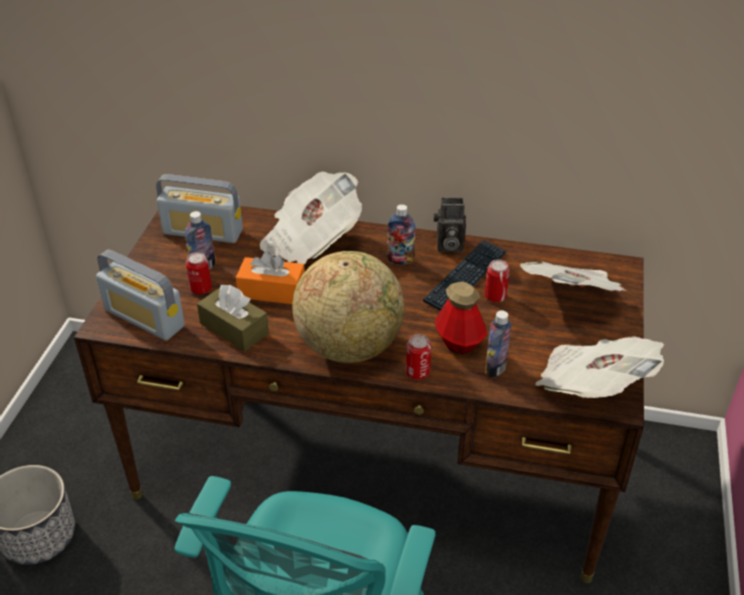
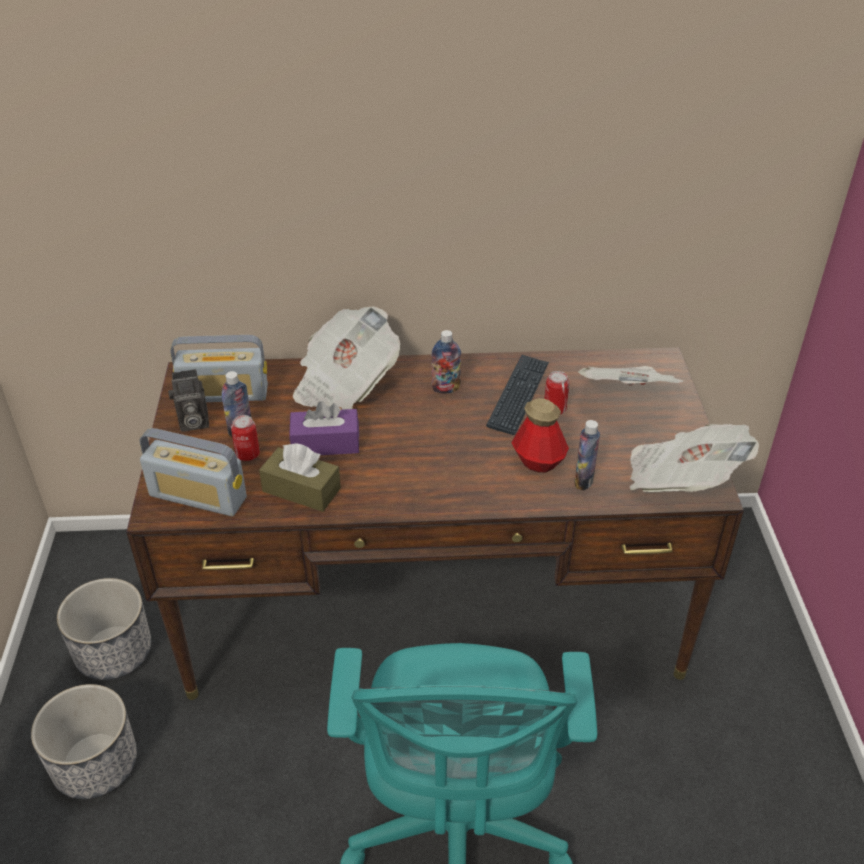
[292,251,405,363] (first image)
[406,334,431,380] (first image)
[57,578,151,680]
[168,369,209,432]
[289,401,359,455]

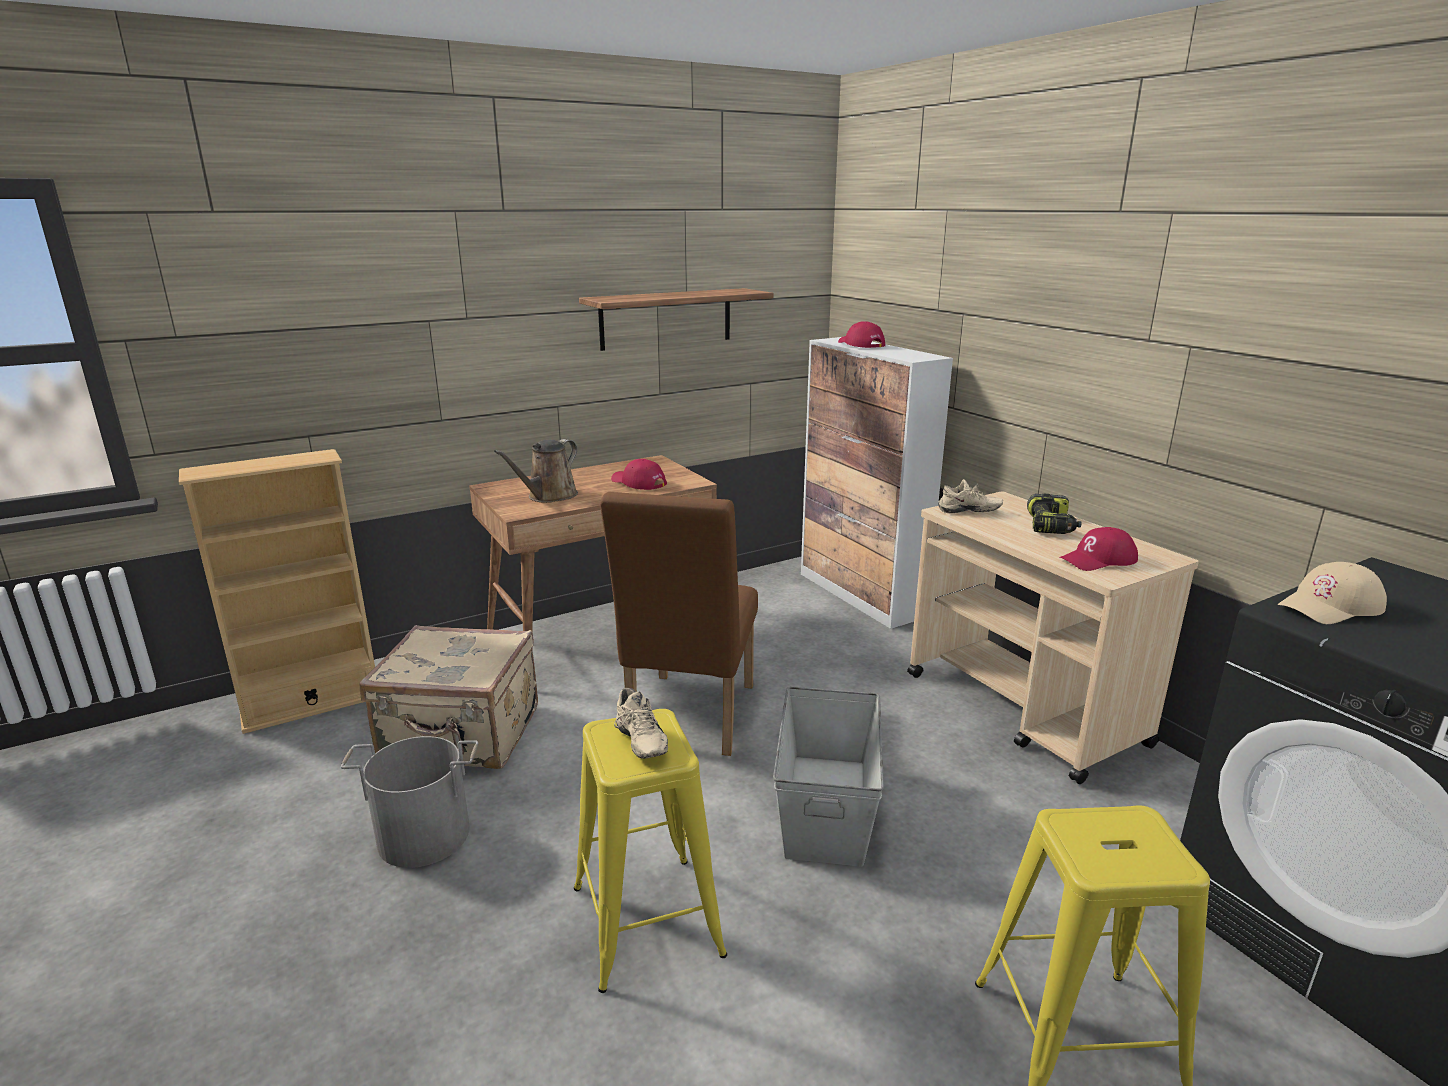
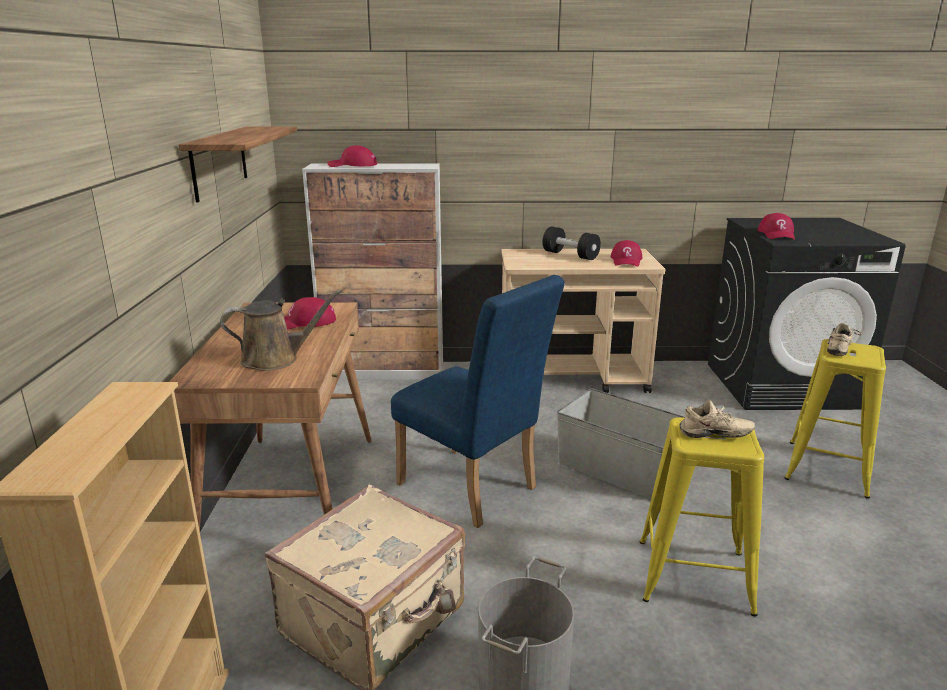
[827,323,862,356]
[542,227,601,260]
[391,275,565,528]
[758,213,795,240]
[220,289,343,371]

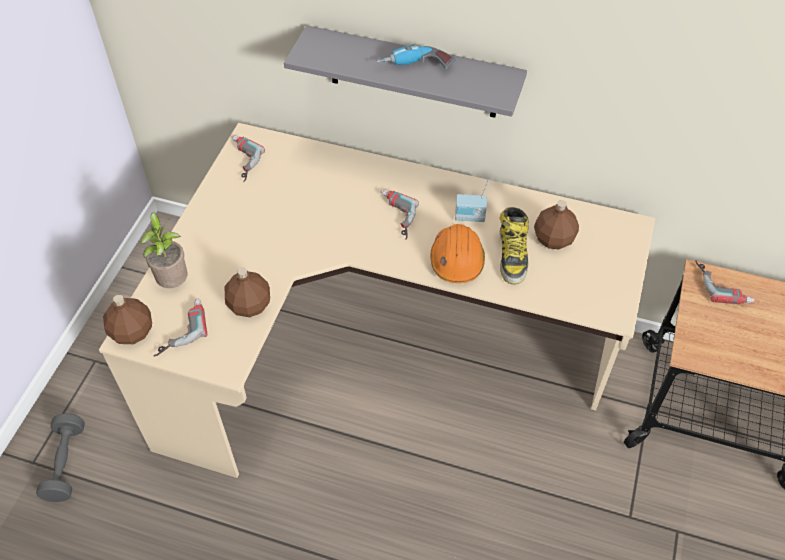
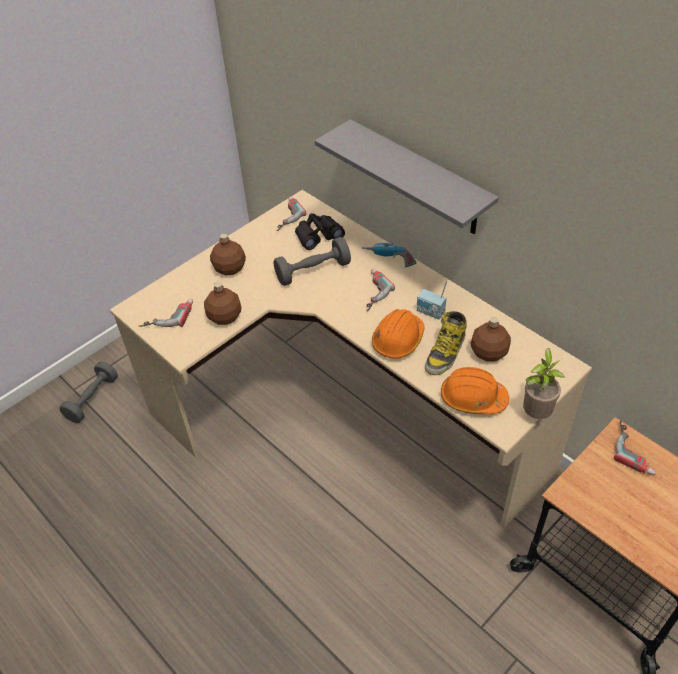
[273,237,351,286]
[295,213,345,250]
[441,367,509,414]
[210,234,246,276]
[523,348,565,419]
[362,243,416,268]

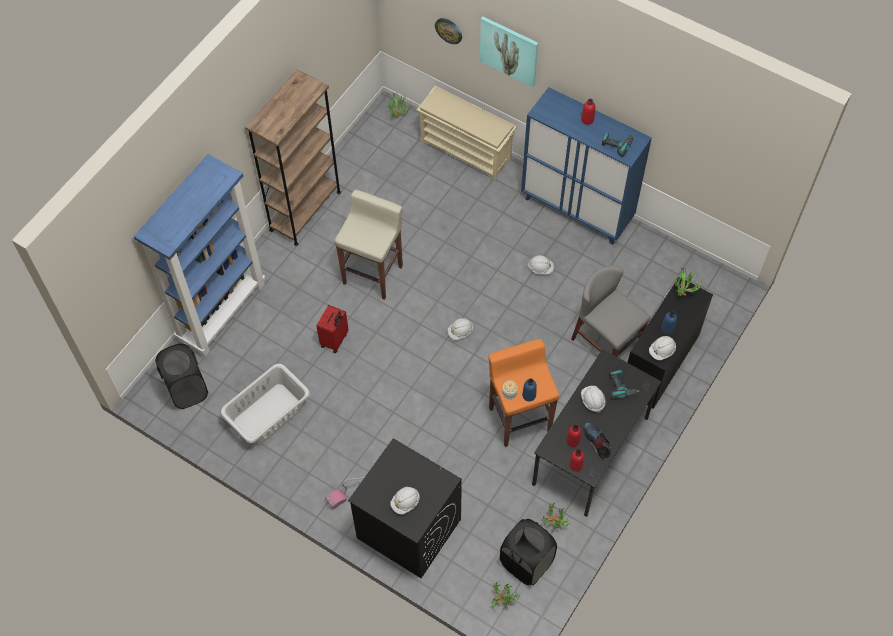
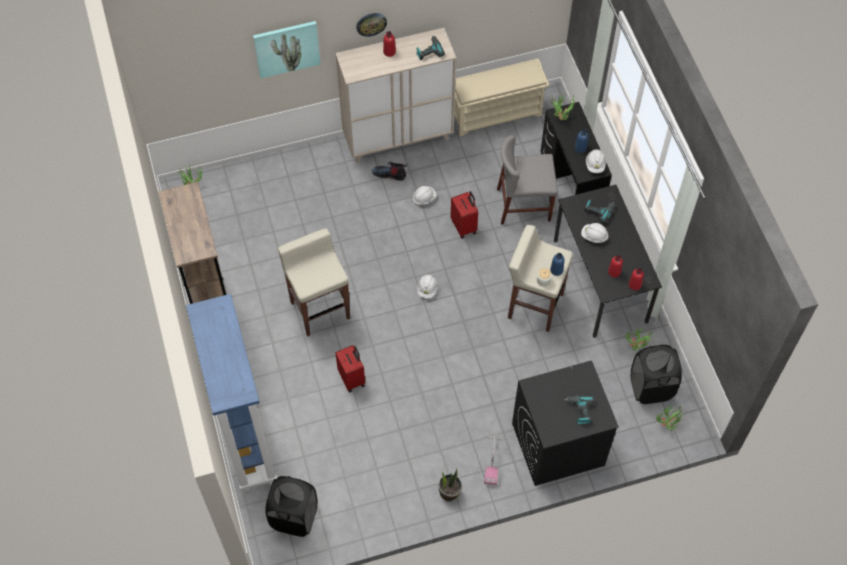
[220,364,310,445] (first image)
[439,468,462,502]
[451,191,478,239]
[454,59,549,136]
[356,13,387,37]
[372,162,407,181]
[564,395,594,424]
[508,225,573,332]
[336,28,456,163]

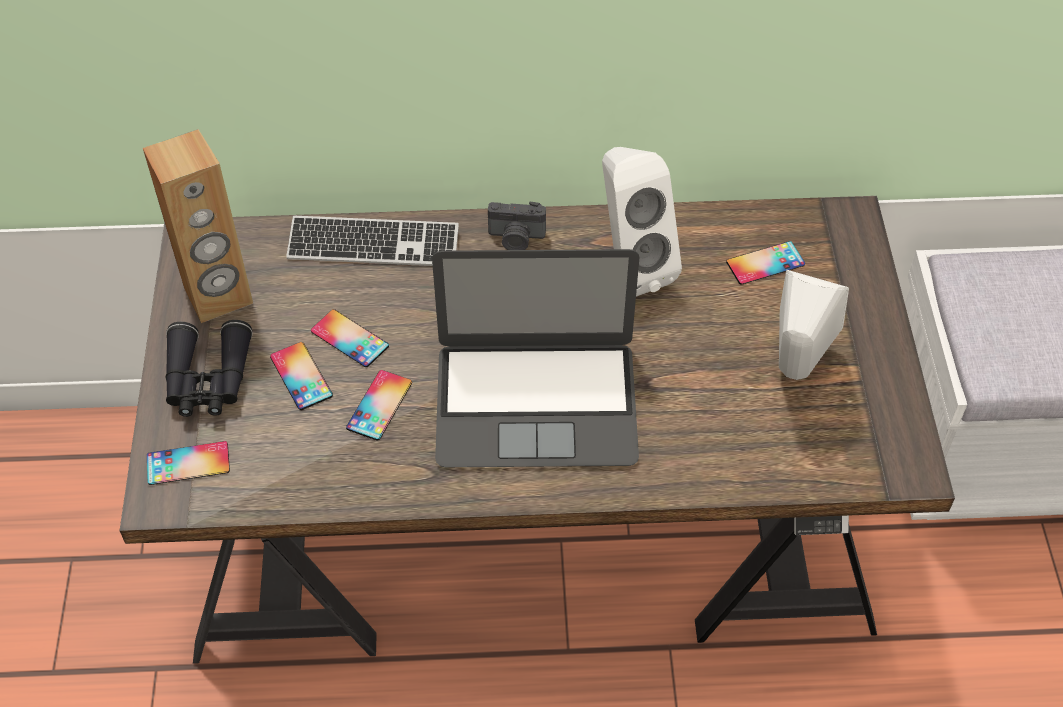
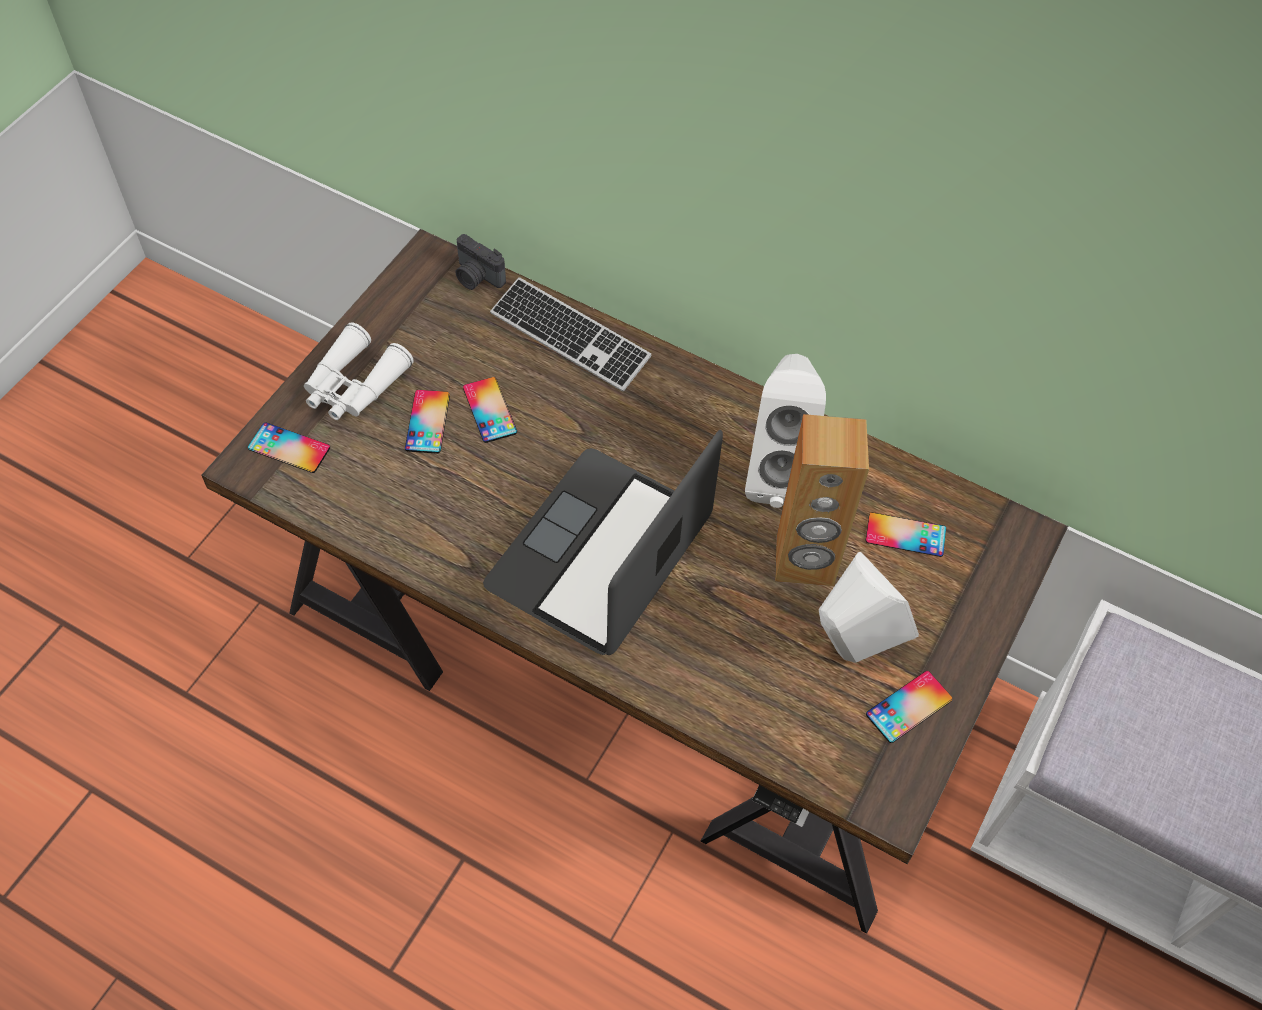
[775,414,869,586]
[866,671,952,743]
[455,234,506,290]
[304,322,414,420]
[483,430,723,655]

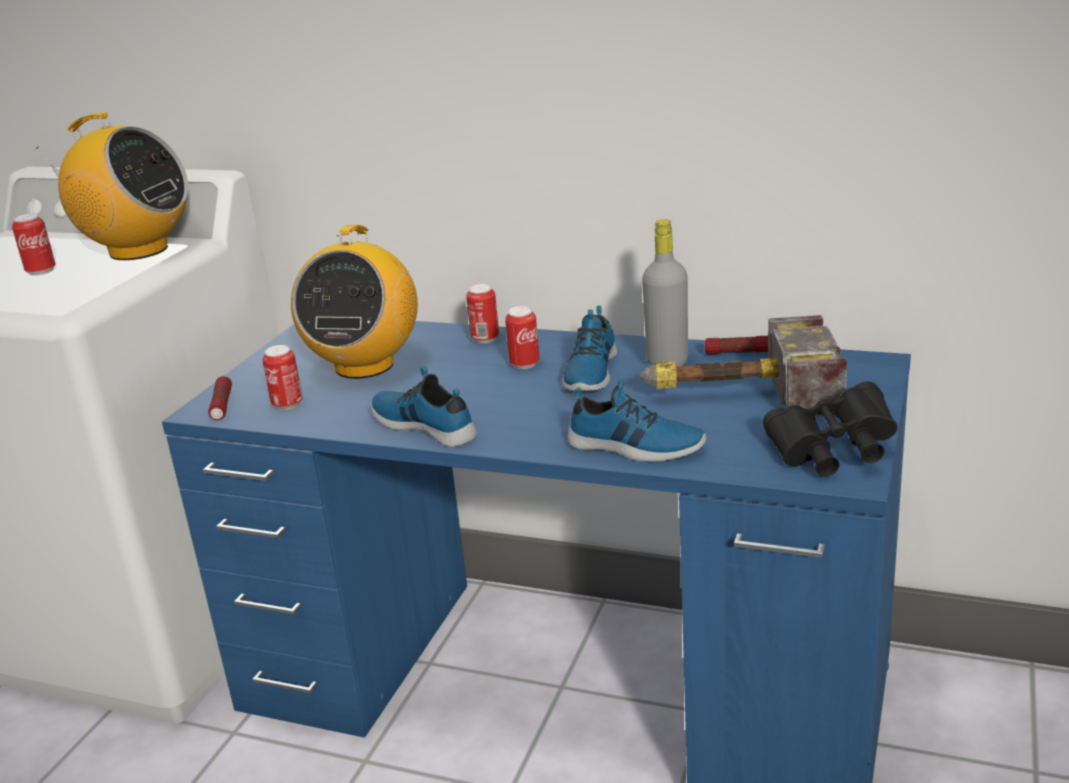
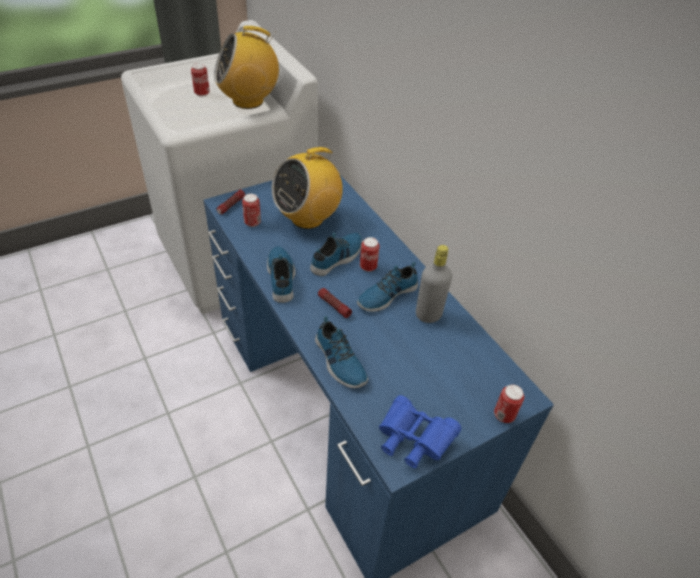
[640,315,847,417] (first image)
[310,233,363,276]
[494,384,524,423]
[318,288,352,318]
[379,395,461,468]
[214,26,279,109]

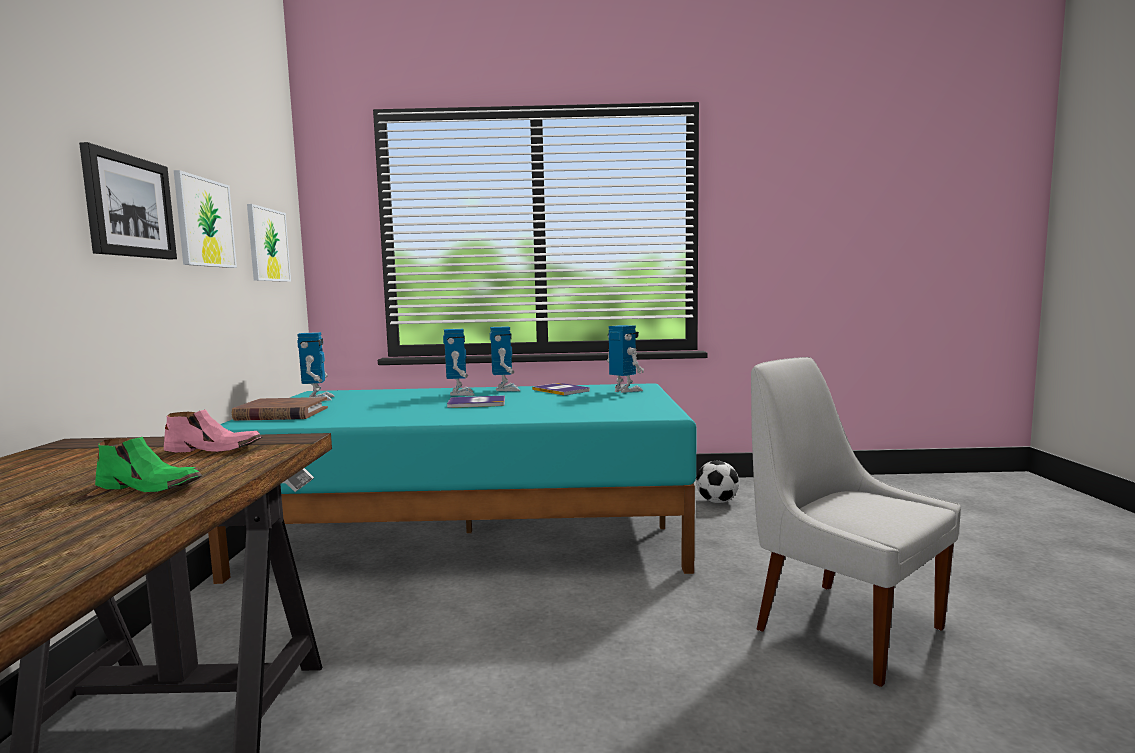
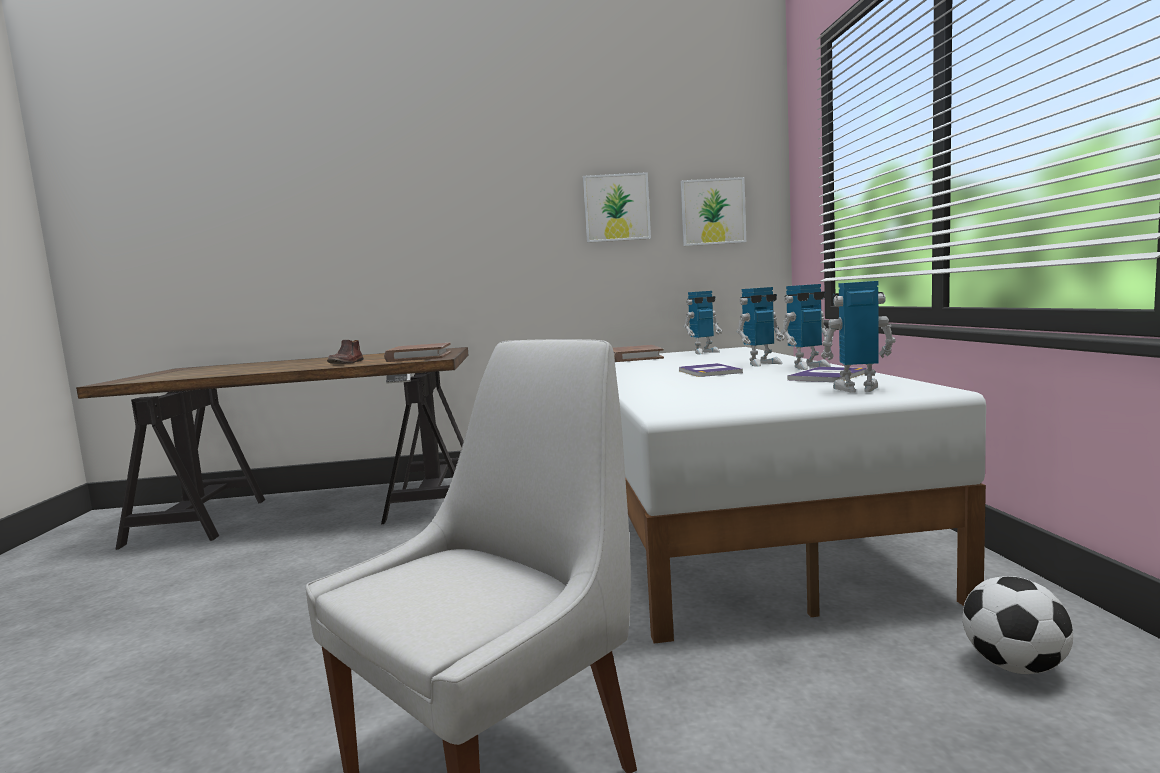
[79,142,177,259] (first image)
[384,343,451,362]
[327,340,364,364]
[615,347,986,643]
[821,281,896,393]

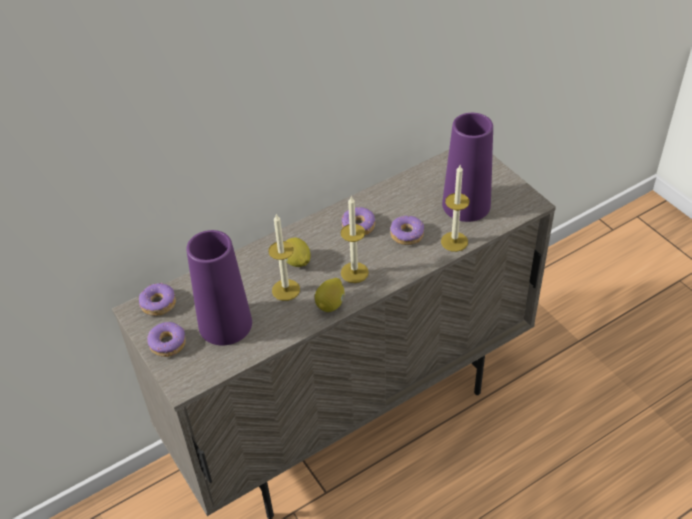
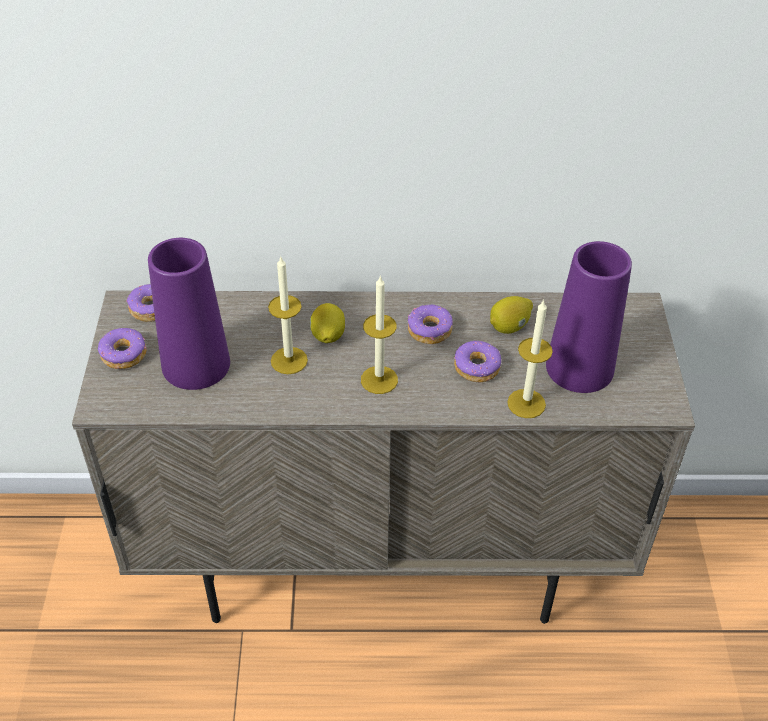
[490,296,533,334]

